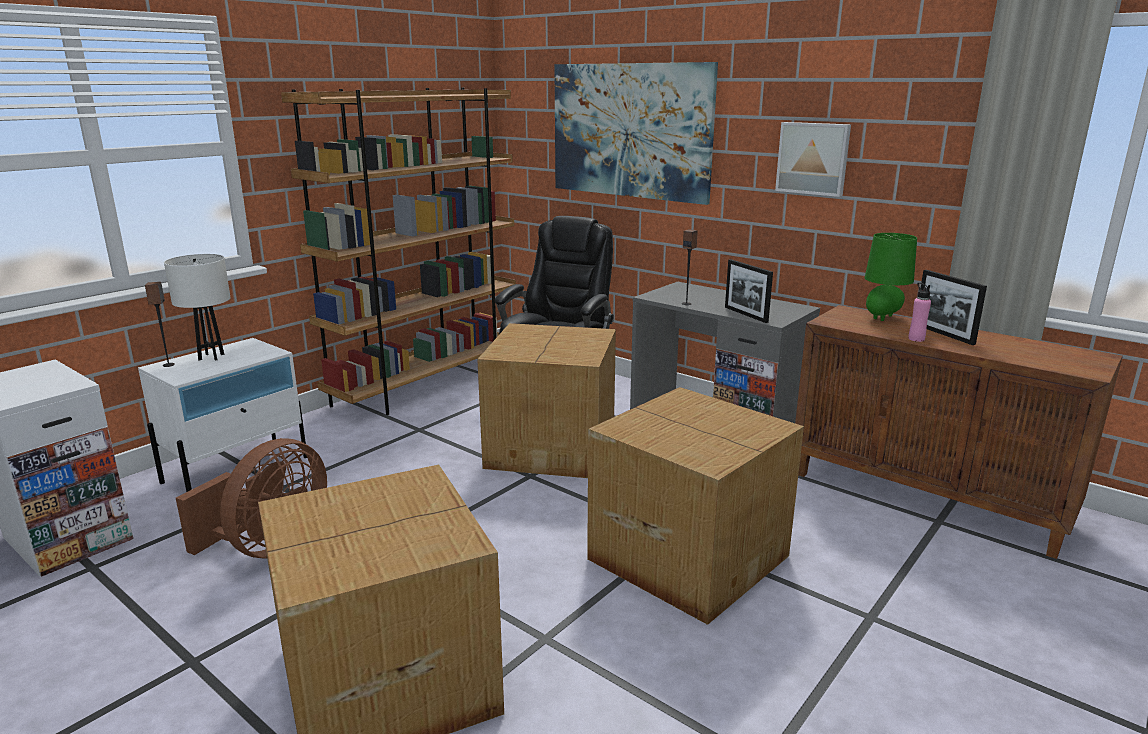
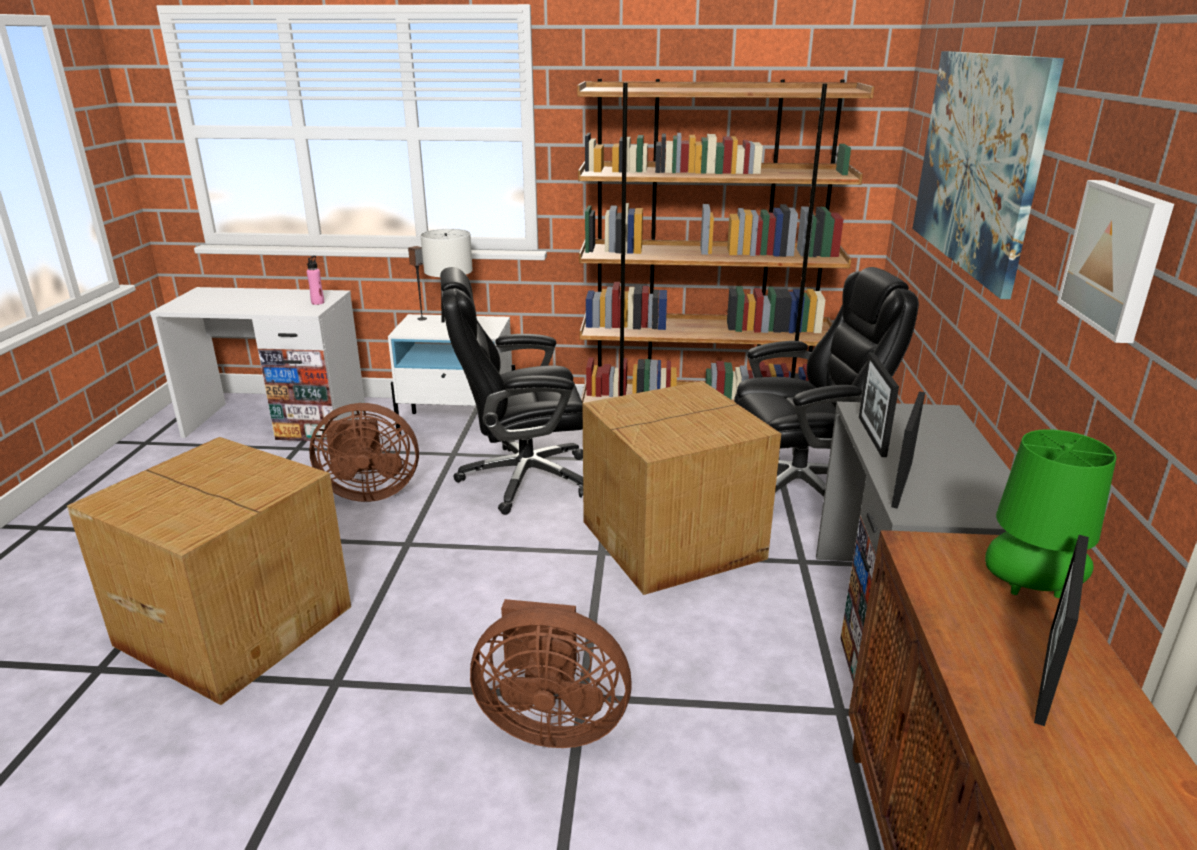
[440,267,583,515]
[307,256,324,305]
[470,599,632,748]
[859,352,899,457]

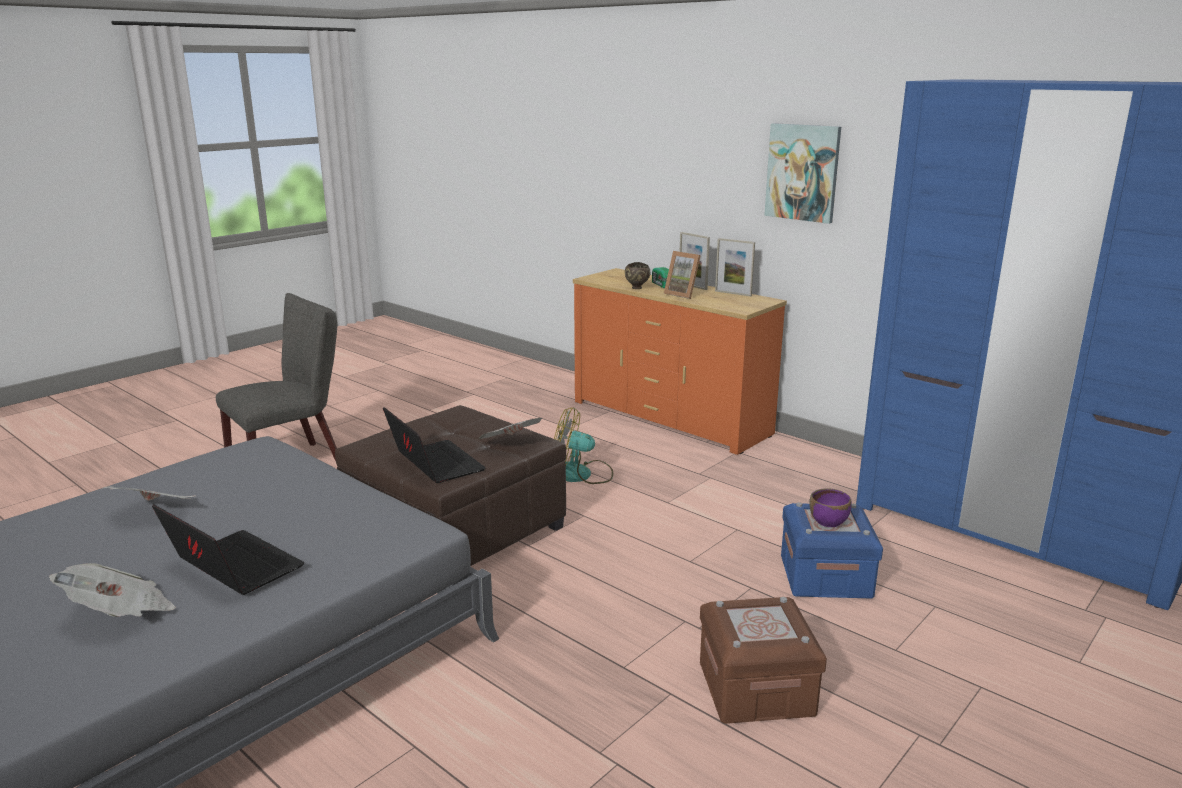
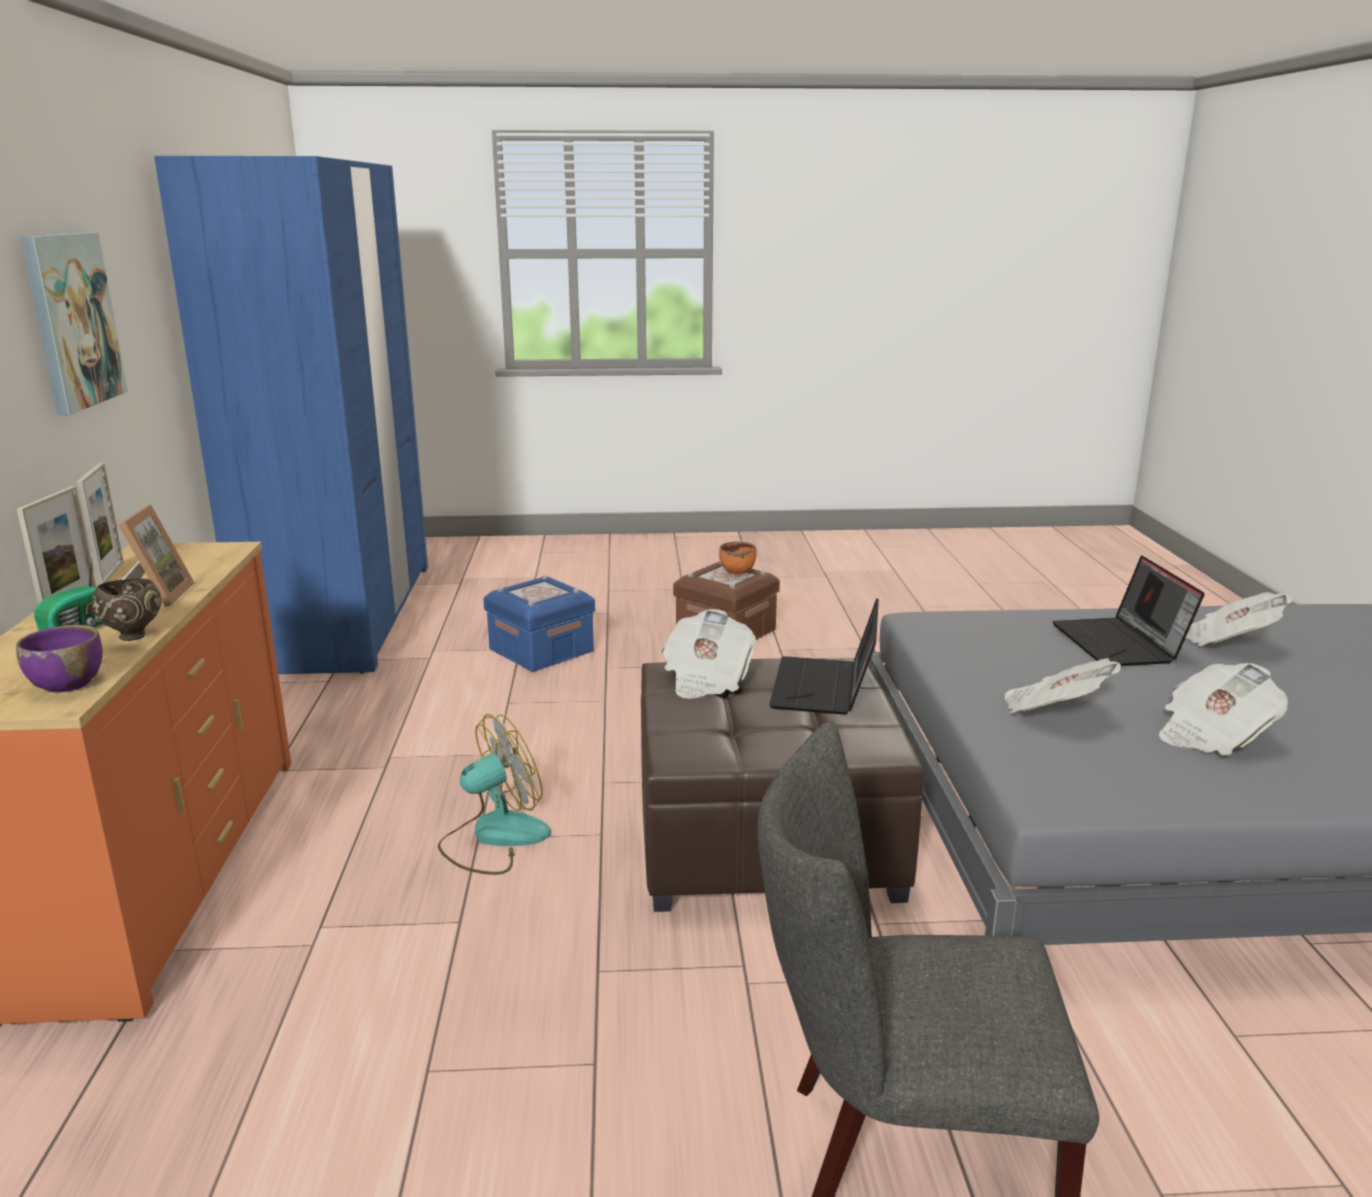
[719,542,757,575]
[1005,658,1121,713]
[16,625,103,693]
[438,714,551,875]

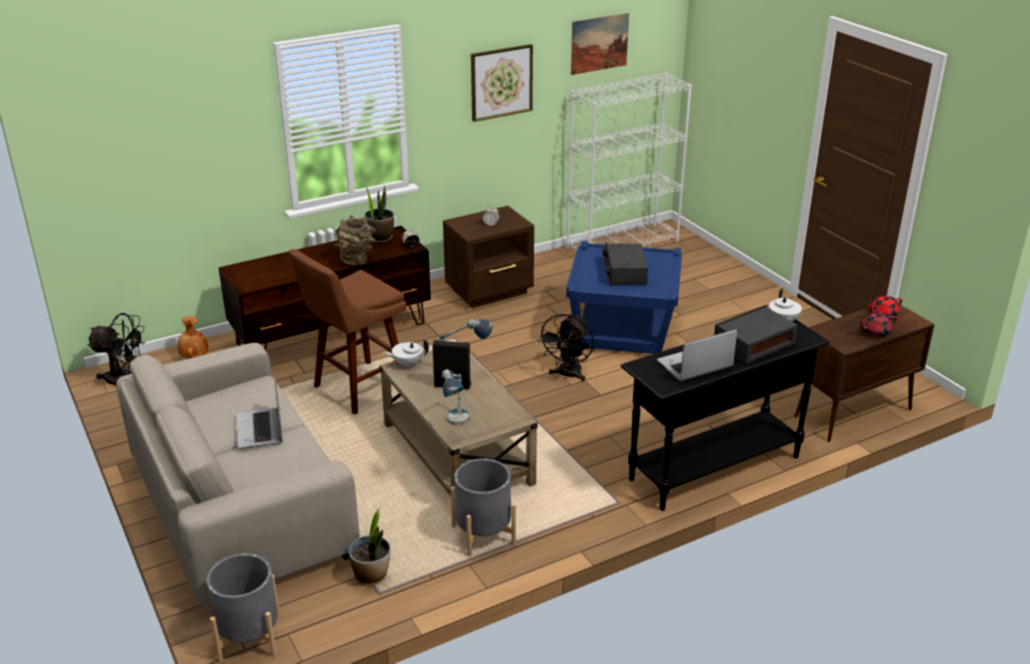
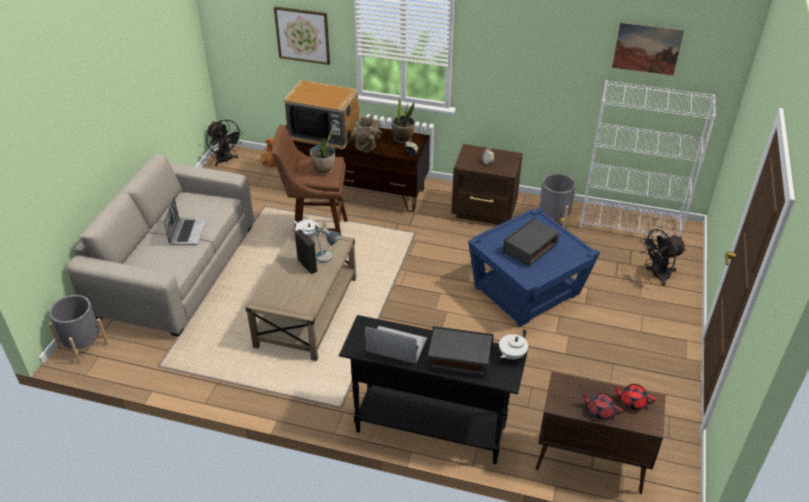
[442,369,470,426] (first image)
[283,80,359,149]
[310,129,335,175]
[538,174,576,228]
[274,6,330,65]
[640,229,686,286]
[164,197,206,245]

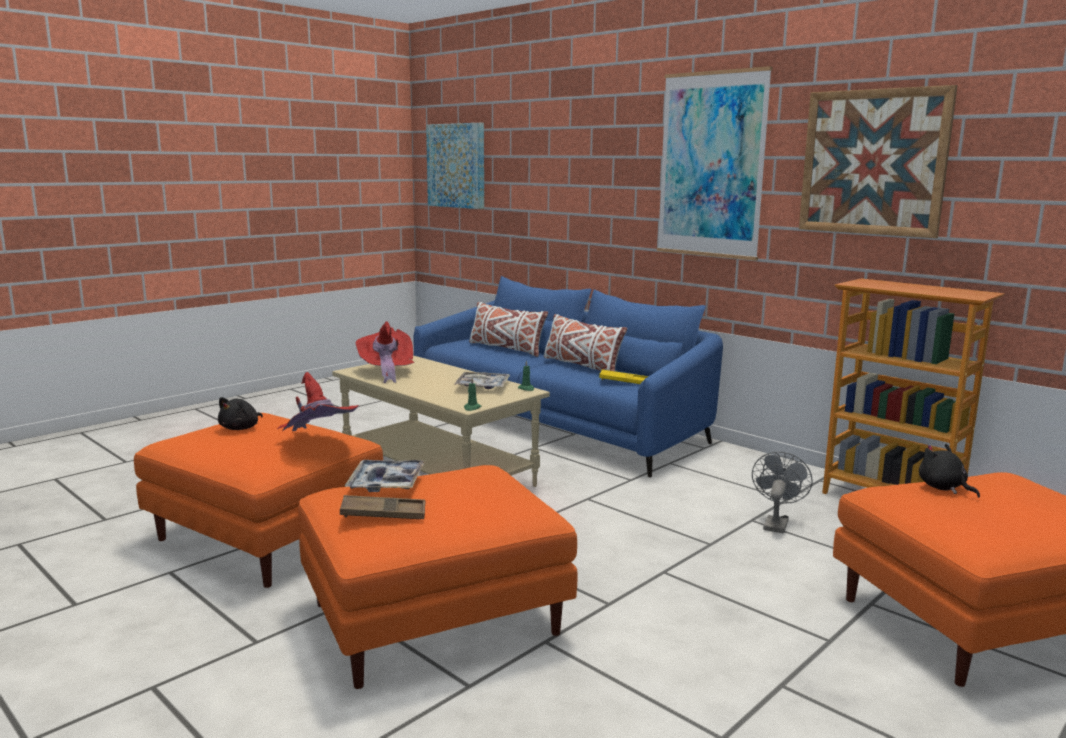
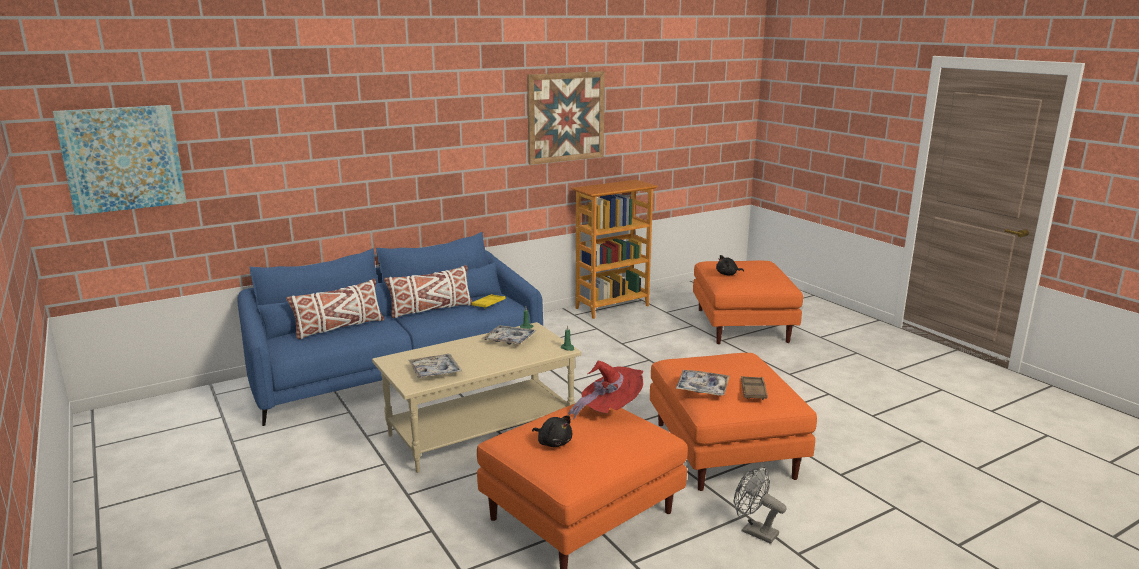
[657,66,773,261] (first image)
[734,466,786,544]
[409,354,462,379]

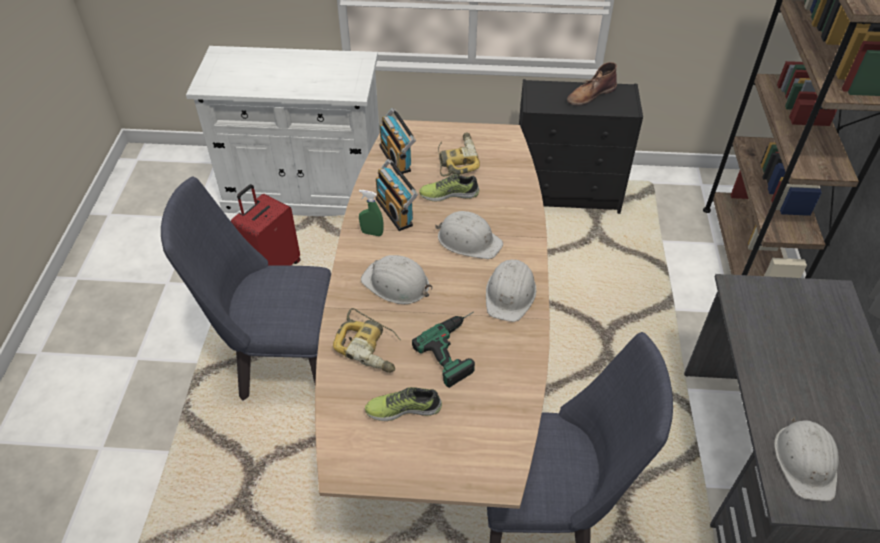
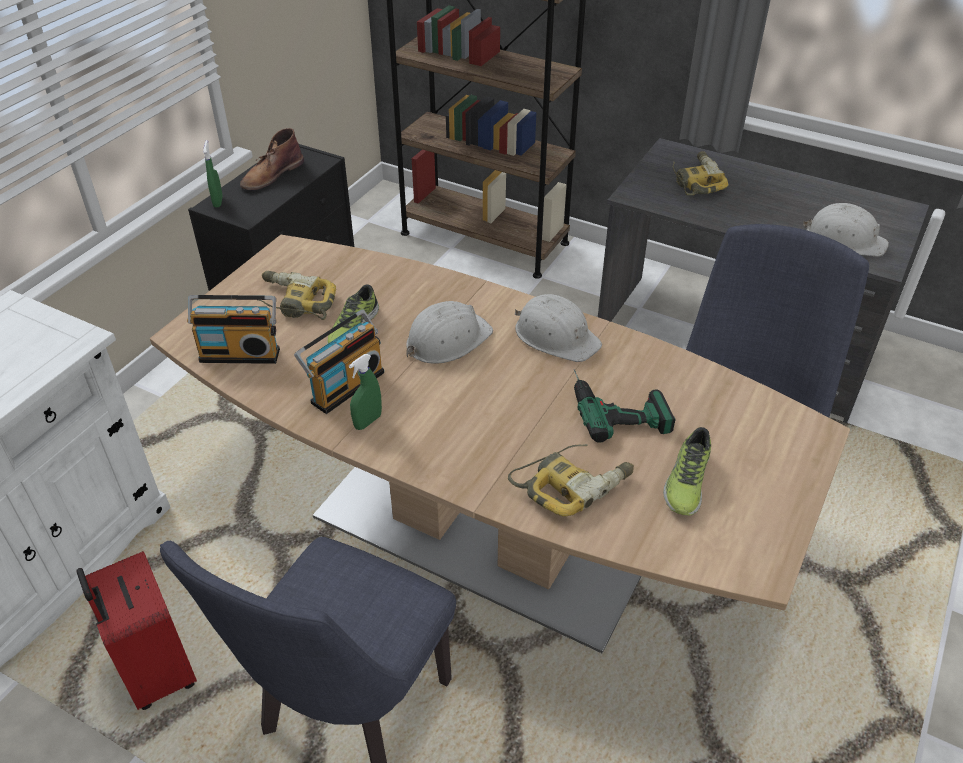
[361,255,433,304] (first image)
[203,140,223,207]
[673,151,728,196]
[294,309,384,414]
[240,128,304,191]

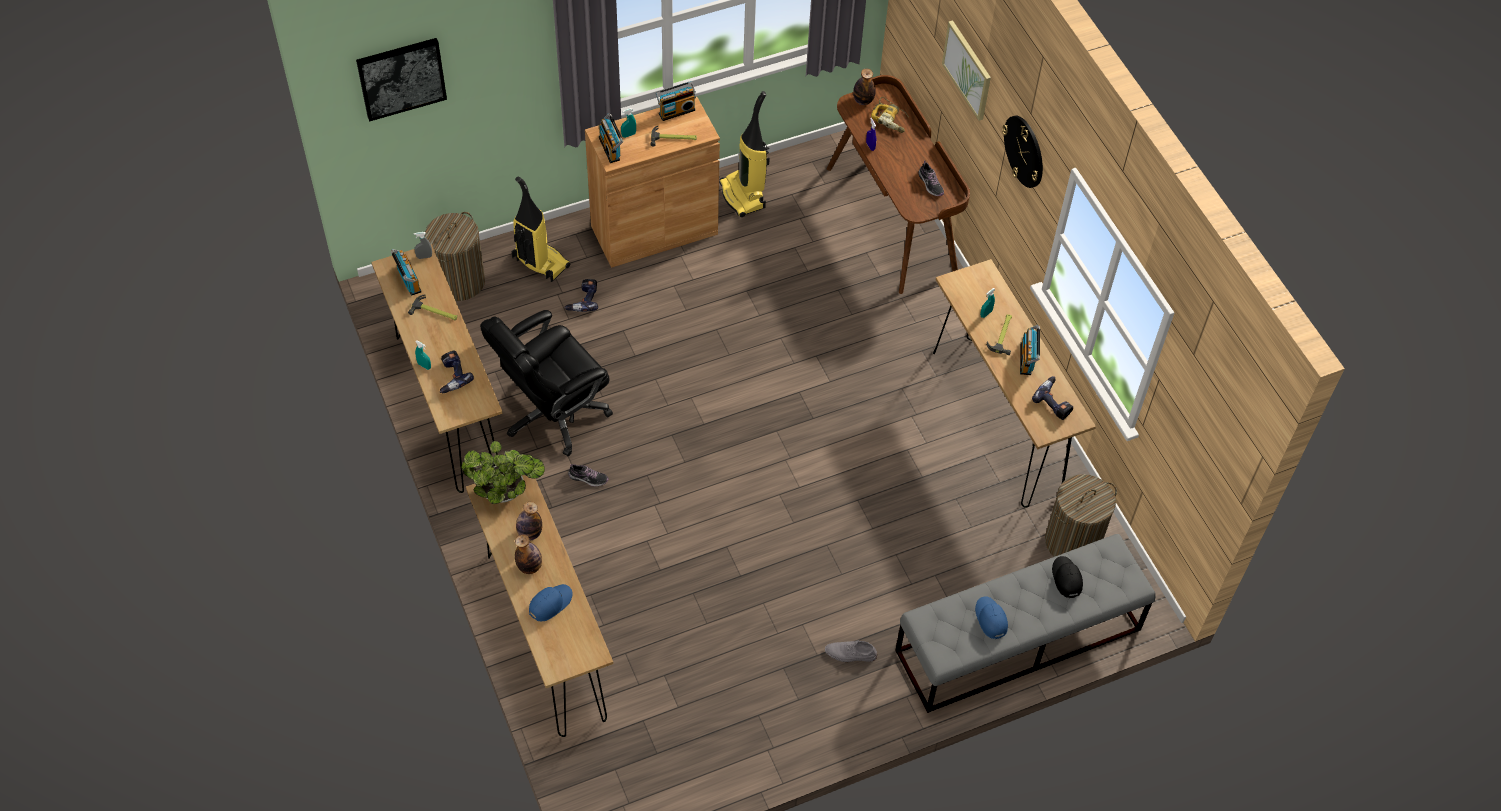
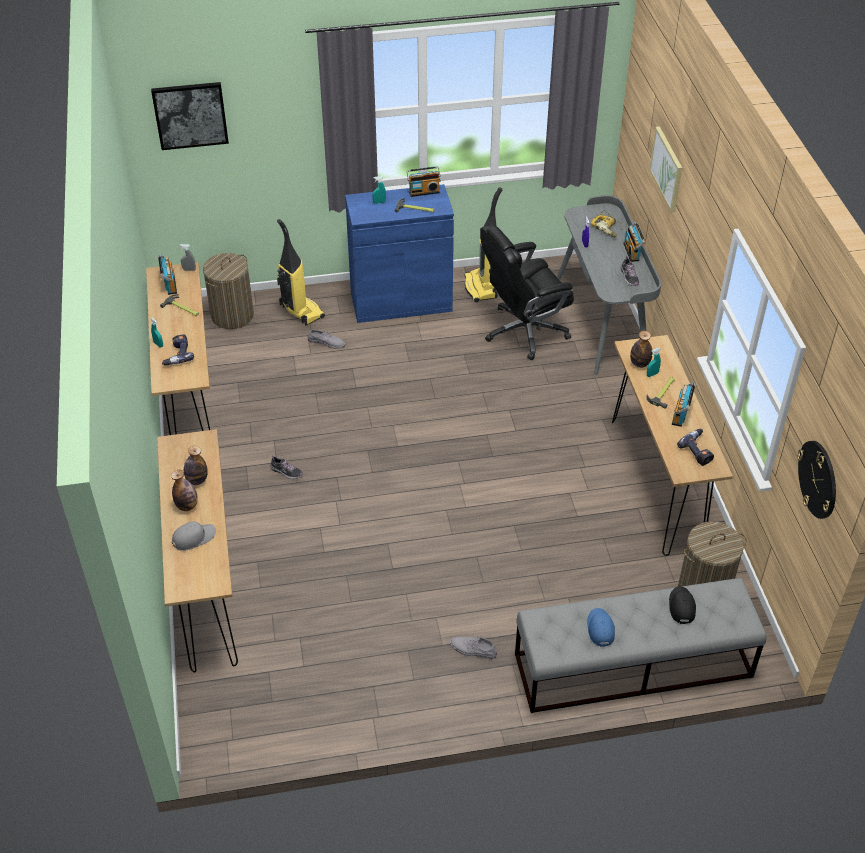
[461,441,545,504] (first image)
[480,224,574,360]
[623,222,646,262]
[630,331,653,368]
[797,441,836,519]
[308,329,345,349]
[172,521,216,551]
[345,184,454,323]
[557,195,661,375]

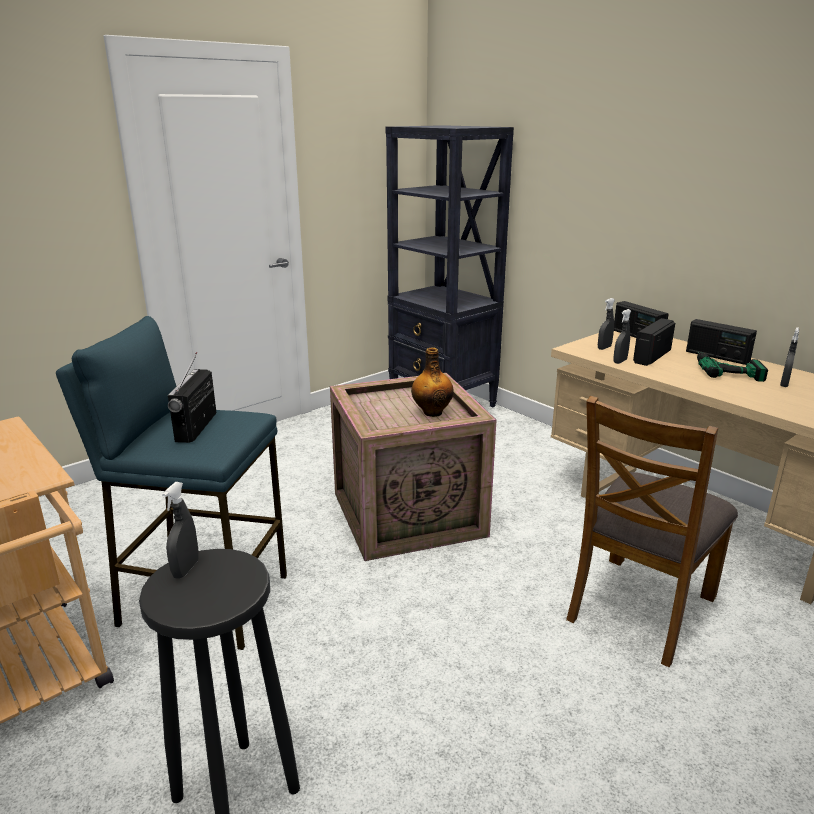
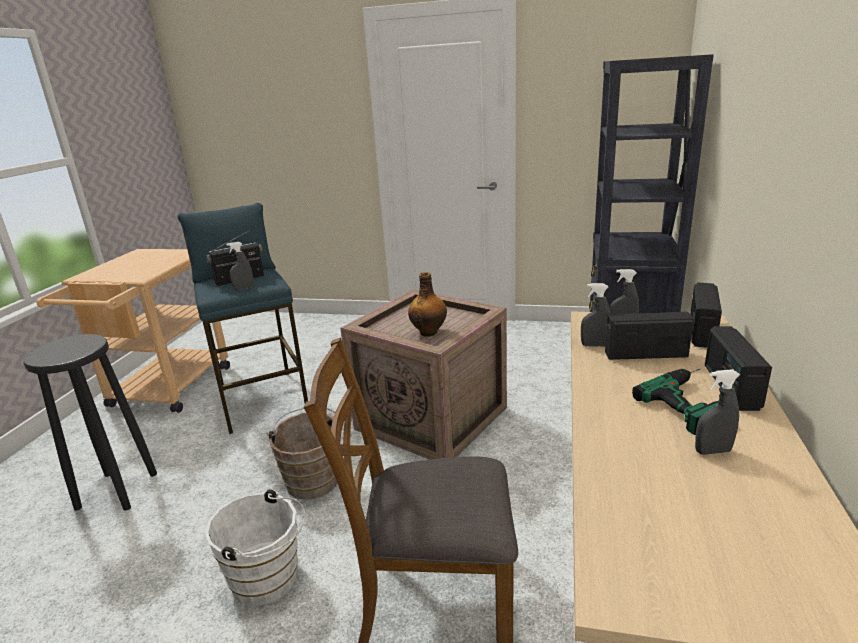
[205,489,305,606]
[267,408,337,500]
[226,242,254,290]

